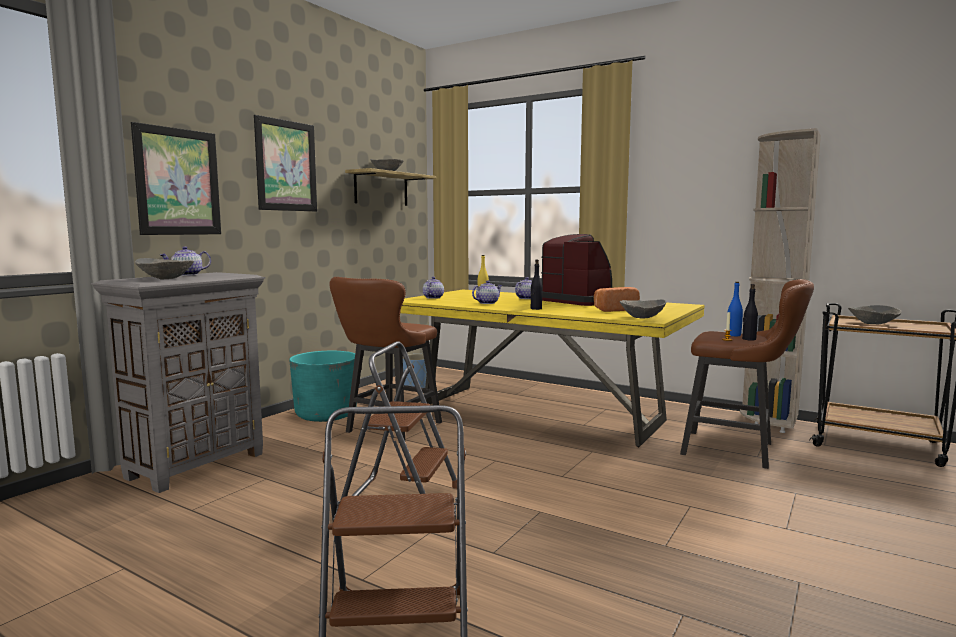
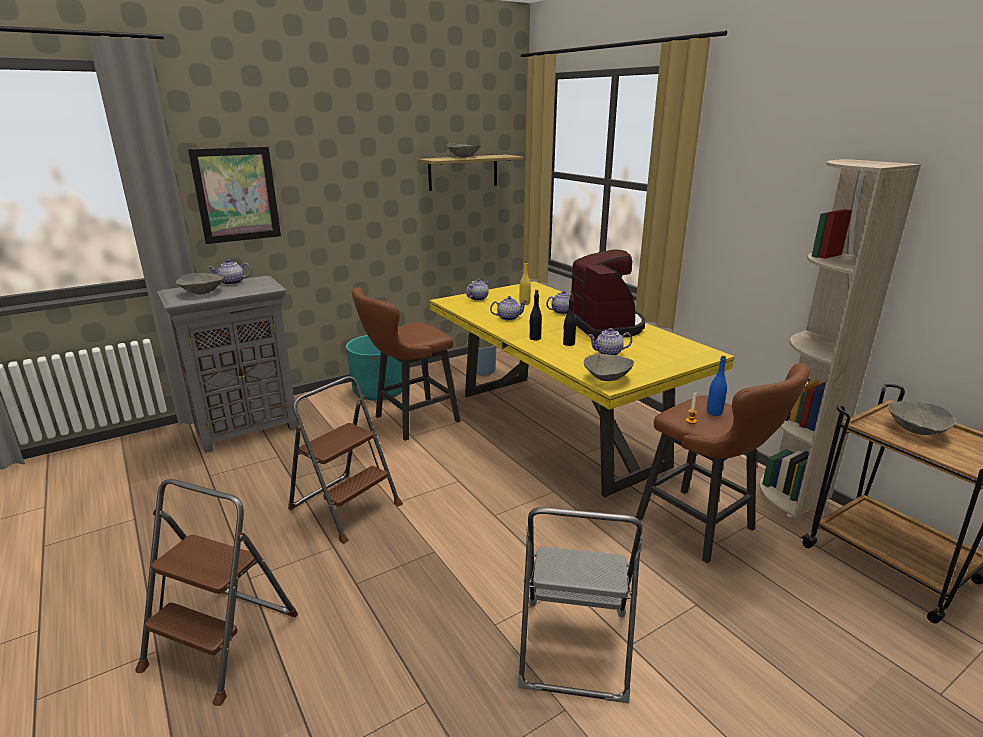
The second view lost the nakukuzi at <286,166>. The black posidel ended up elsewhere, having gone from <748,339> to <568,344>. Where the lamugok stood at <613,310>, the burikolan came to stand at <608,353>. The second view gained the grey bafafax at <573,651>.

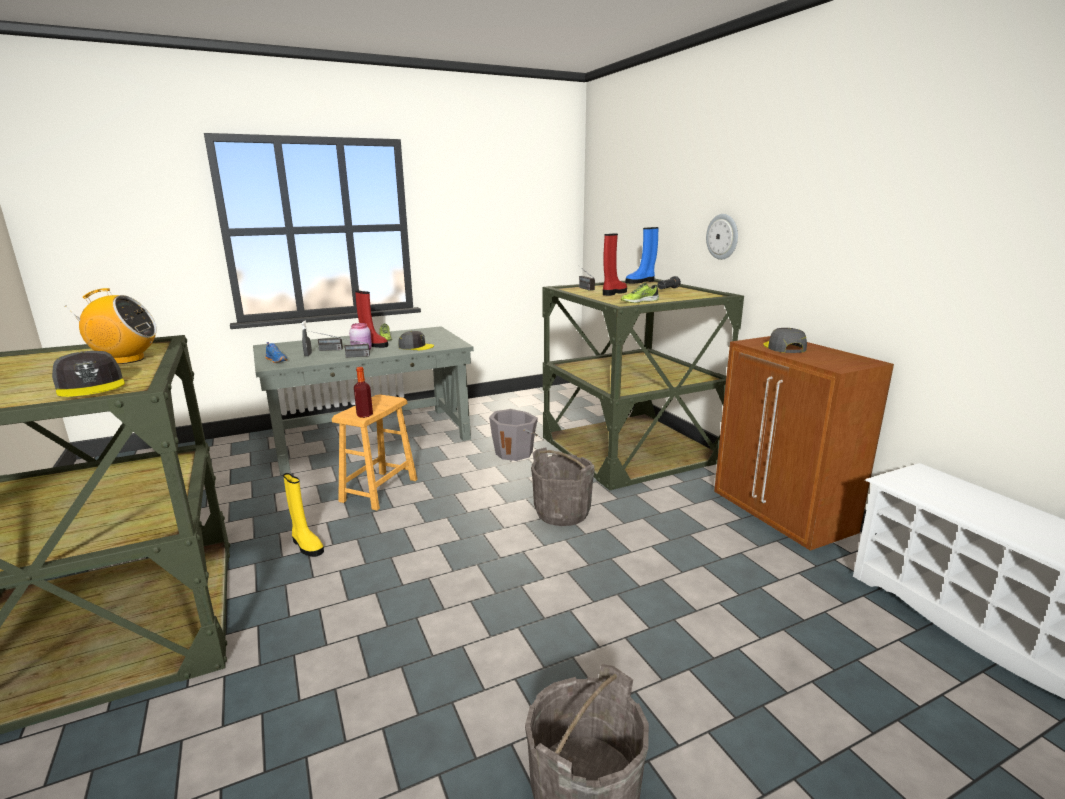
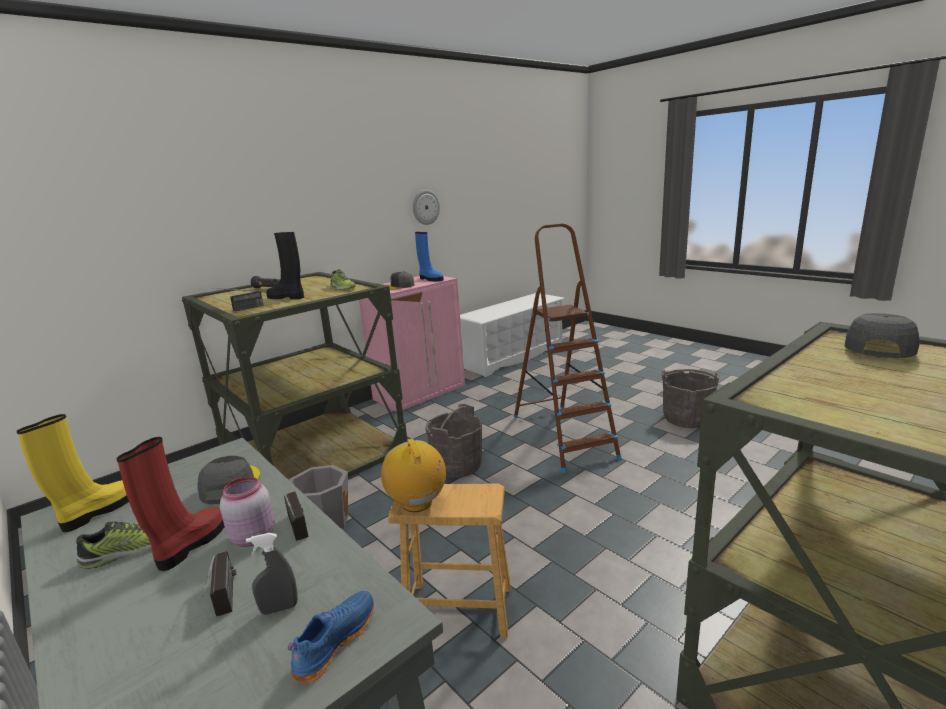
The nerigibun ended up elsewhere, having gone from <722,236> to <425,207>. The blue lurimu ended up elsewhere, having gone from <640,282> to <430,279>. What was the red lurimu at <614,293> turned into the black lurimu at <287,297>. The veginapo ended up elsewhere, having gone from <126,360> to <417,503>. What was the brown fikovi at <782,511> turned into the pink fikovi at <420,392>. The second view lost the posidel at <365,415>. The yellow lurimu ended up elsewhere, having gone from <306,545> to <98,512>. The second view gained the brown bafafax at <563,436>.

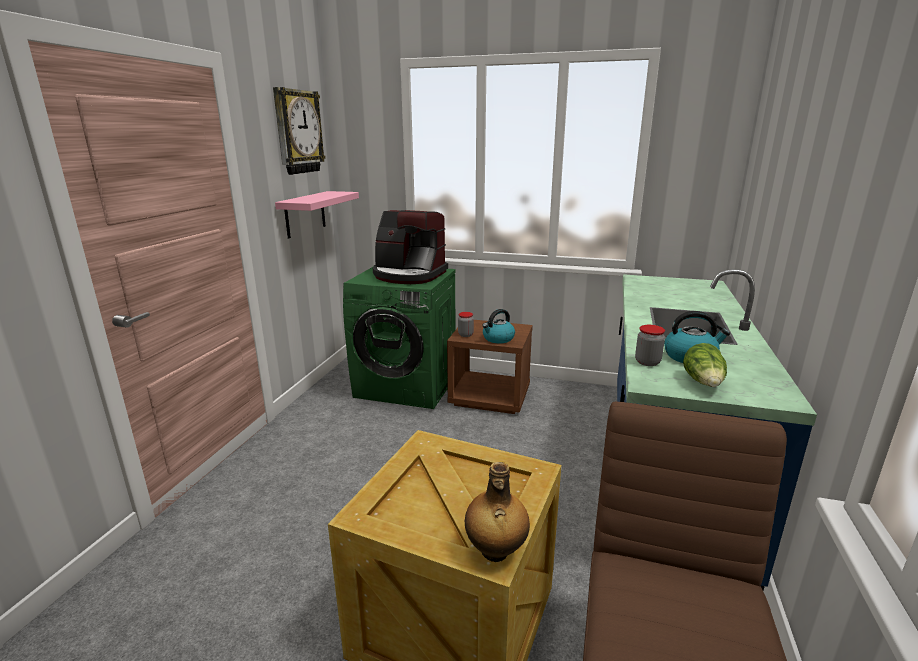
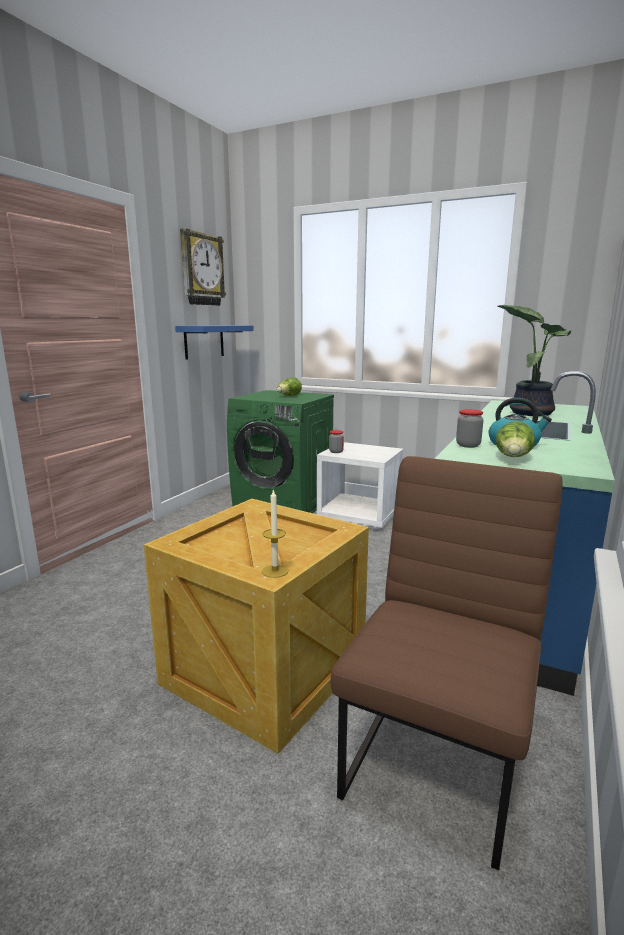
What was the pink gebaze at <305,214> turned into the blue gebaze at <204,341>. Where the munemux stood at <409,275>, the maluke came to stand at <289,396>. The second view lost the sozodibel at <498,339>. What was the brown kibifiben at <490,397> turned into the white kibifiben at <359,516>. Where the posidel stood at <495,551>, the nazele came to stand at <275,571>. The second view gained the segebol at <530,412>.

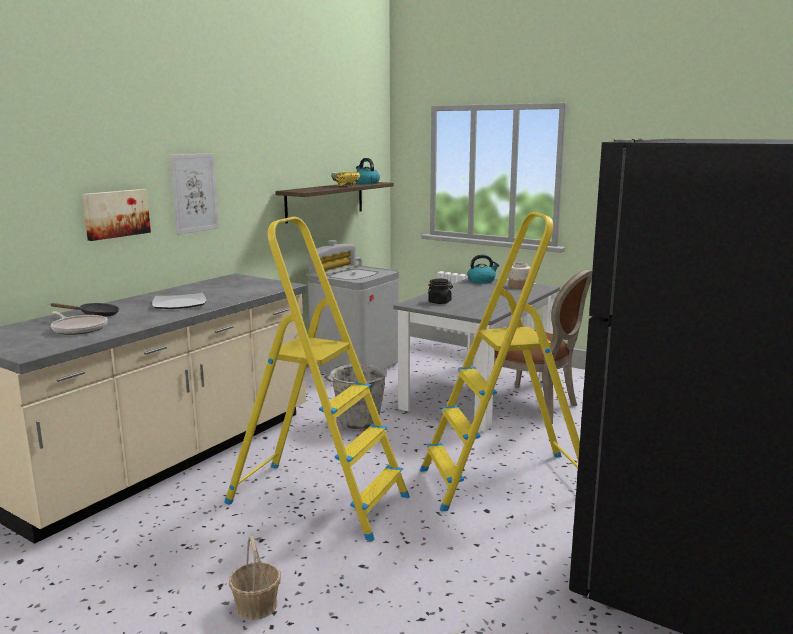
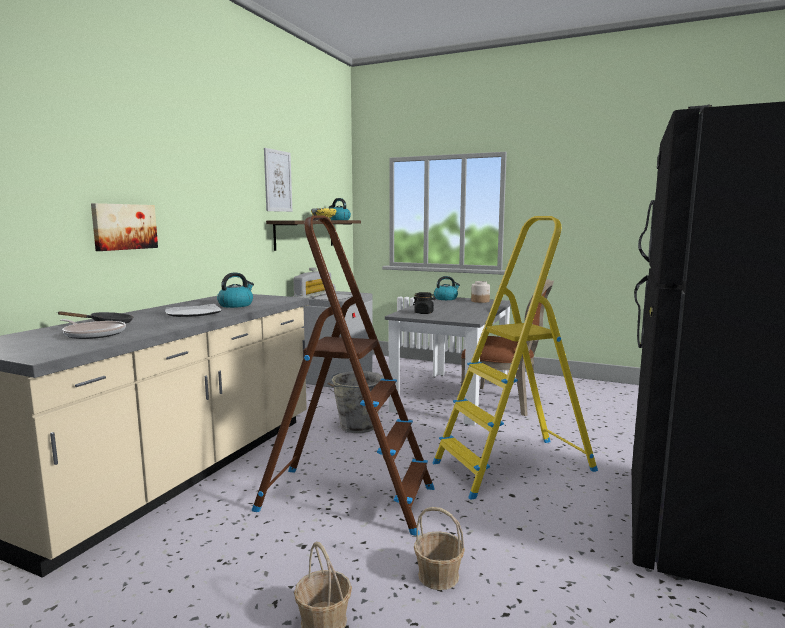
The nakukuzi ended up elsewhere, having gone from <194,193> to <277,181>. What was the yellow bafafax at <319,500> turned into the brown bafafax at <348,499>. The second view gained the sozodibel at <236,305>. The second view gained the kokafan at <438,576>.

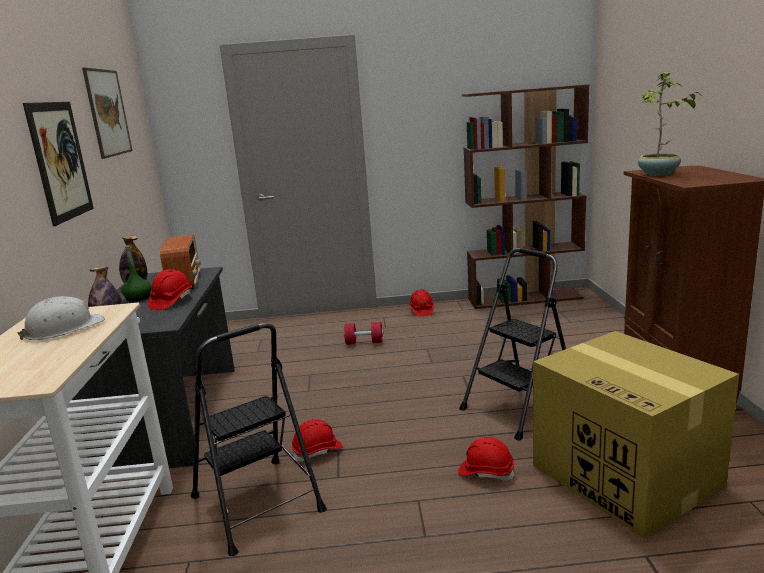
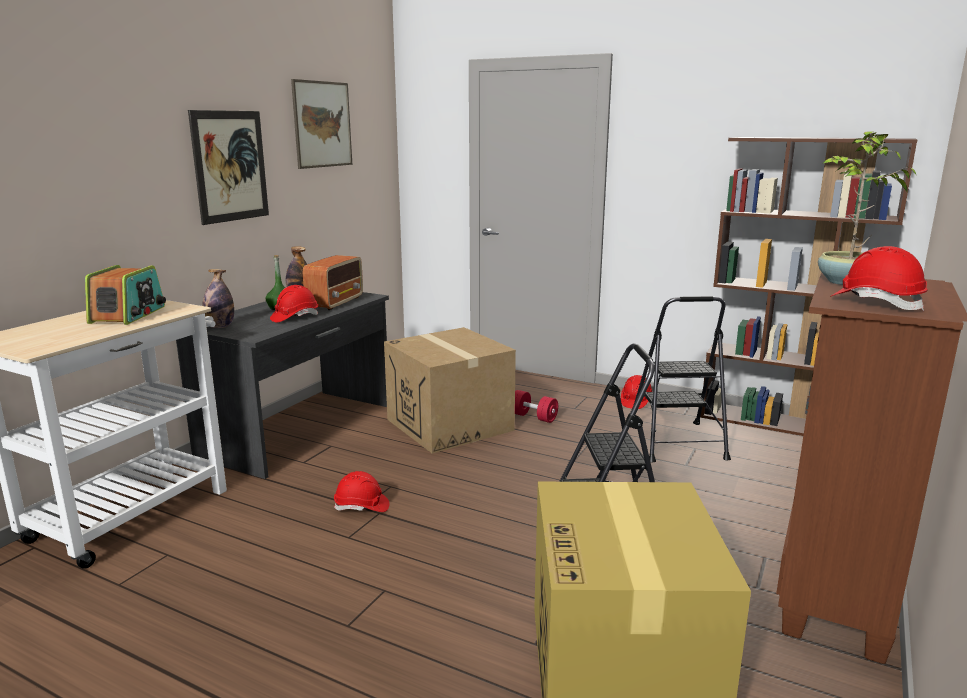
Where the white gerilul stood at <64,329>, the veginapo came to stand at <129,315>. The black bafafax ended up elsewhere, having gone from <258,504> to <676,442>. The red gerilul ended up elsewhere, having gone from <486,472> to <876,303>. The second view gained the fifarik at <450,425>.

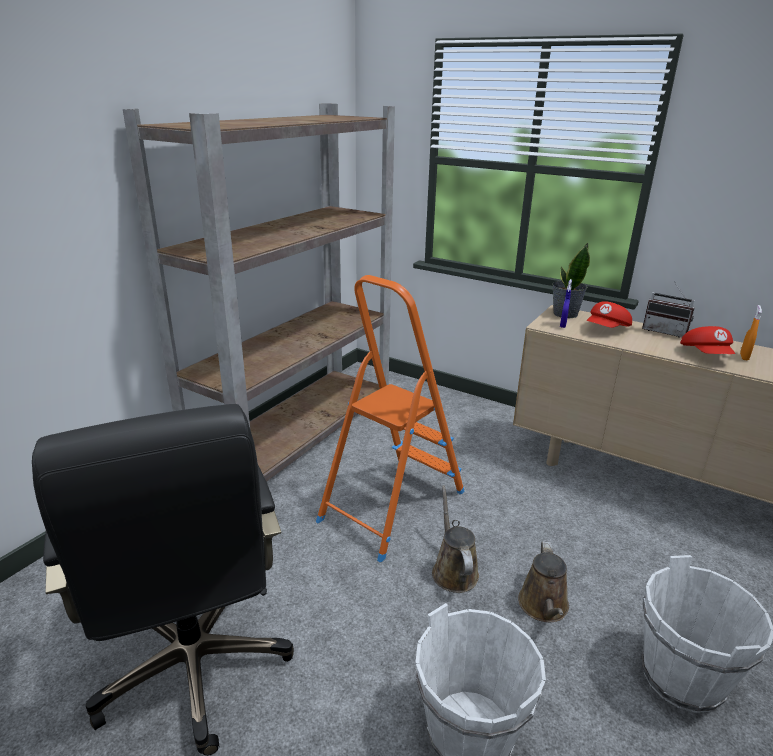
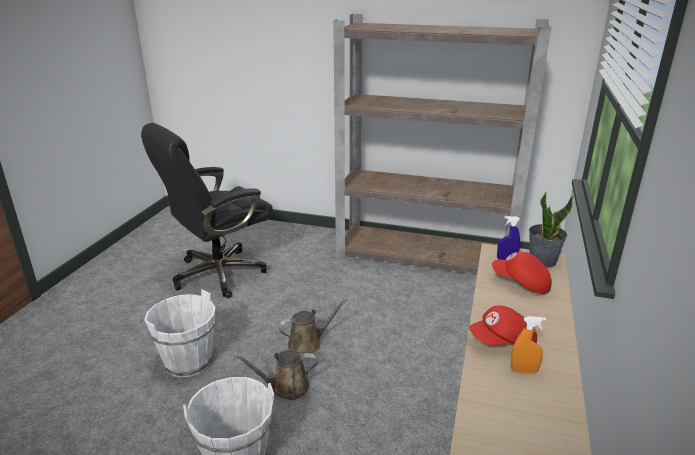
The second view lost the orange bafafax at <394,505>. The second view lost the veginapo at <665,331>.

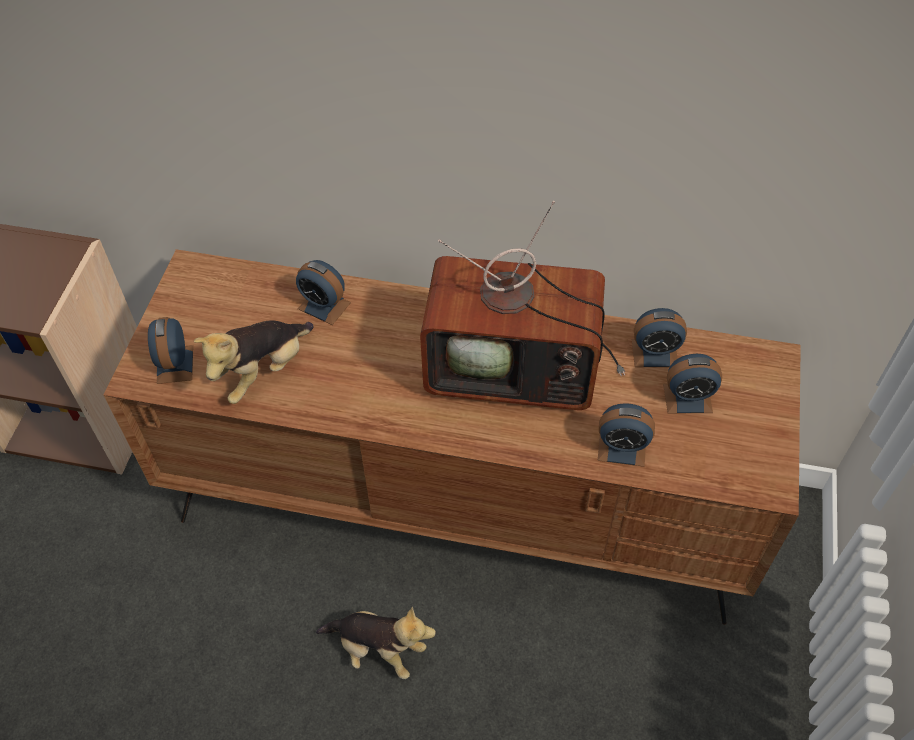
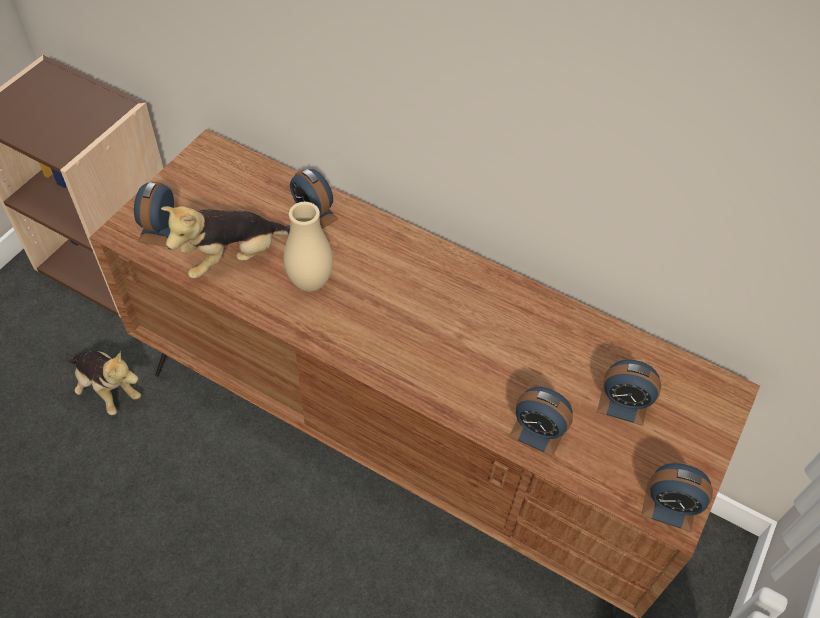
The second view lost the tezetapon at <517,367>. The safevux ended up elsewhere, having gone from <654,353> to <669,506>. The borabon ended up elsewhere, having gone from <378,650> to <107,389>. The second view gained the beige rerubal at <310,282>.

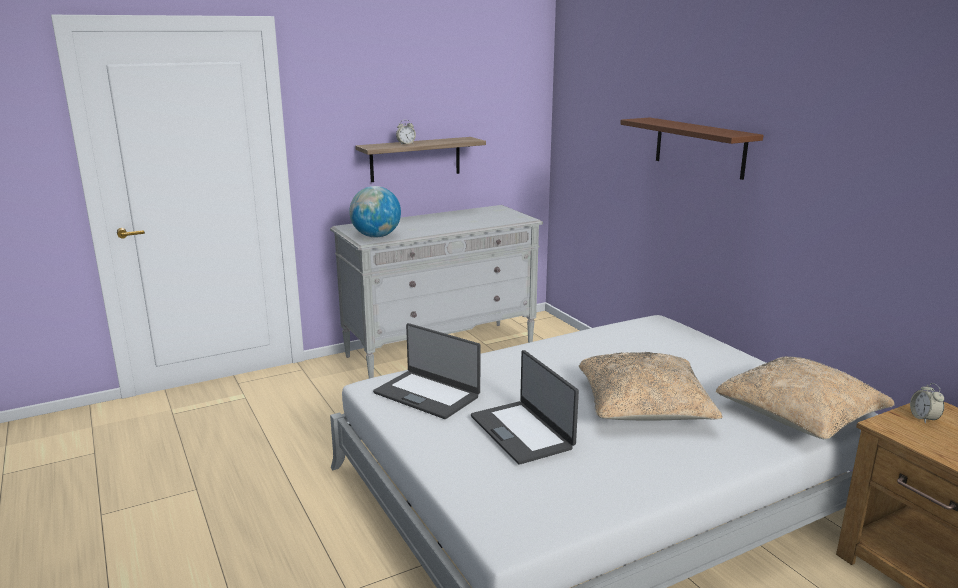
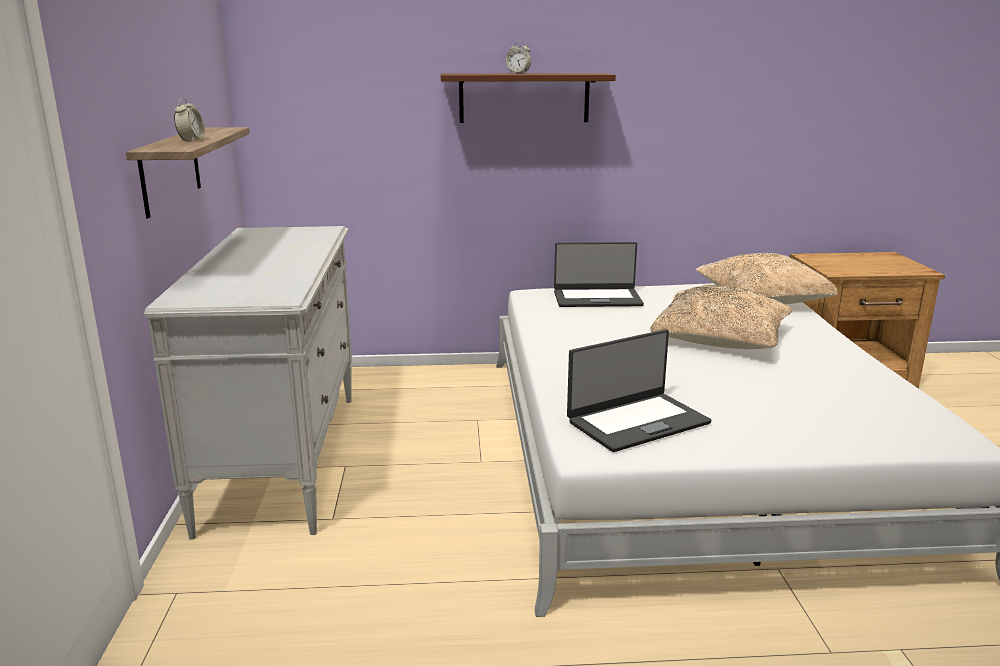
The second view lost the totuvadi at <376,236>. The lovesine ended up elsewhere, having gone from <522,432> to <597,298>. The safevux ended up elsewhere, having gone from <923,418> to <518,73>.

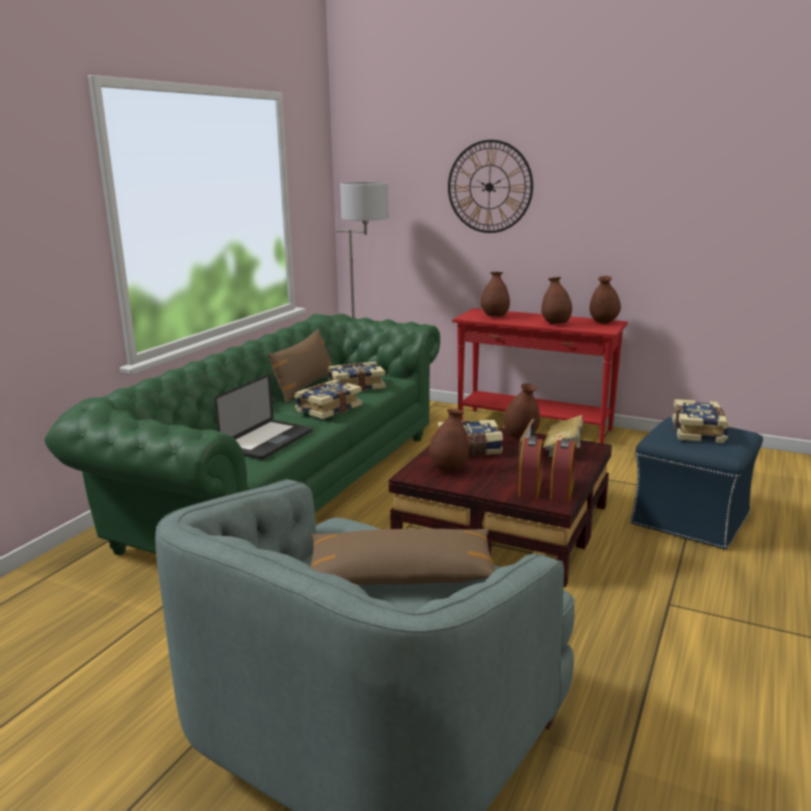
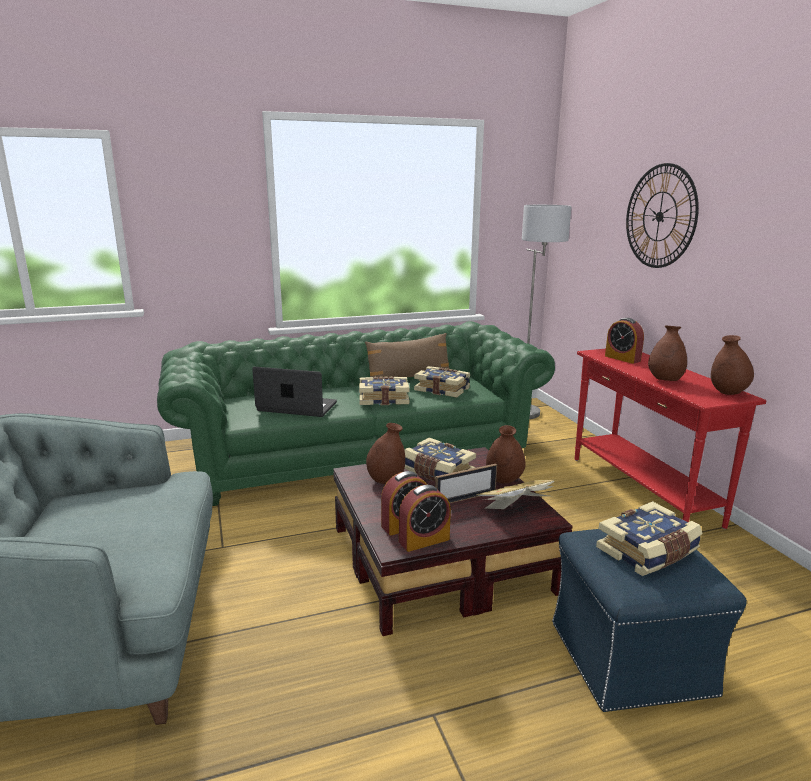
Where the brown rerubal stood at <495,317>, the safevux came to stand at <622,358>. The lovesine at <267,441> ended up facing another way, 150 degrees counterclockwise from before. The second view lost the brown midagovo at <401,575>.

